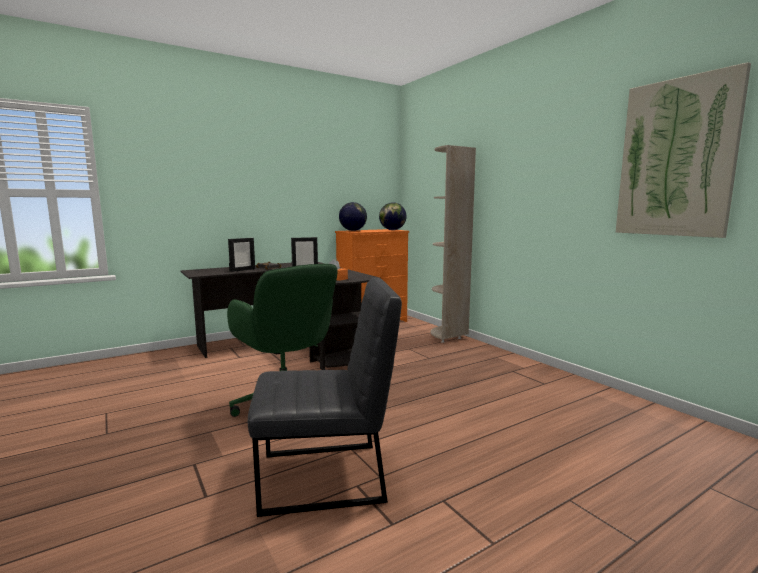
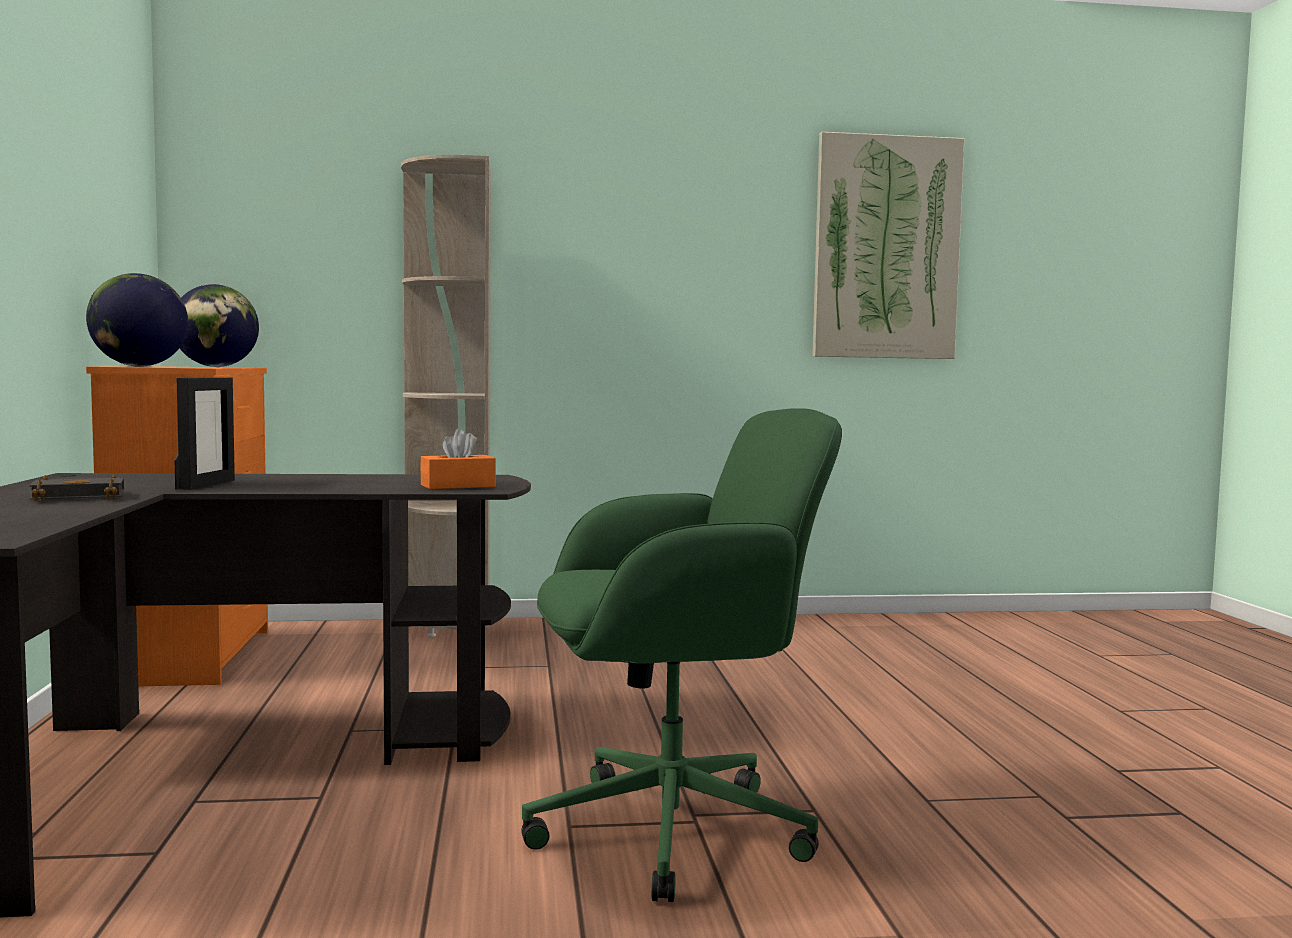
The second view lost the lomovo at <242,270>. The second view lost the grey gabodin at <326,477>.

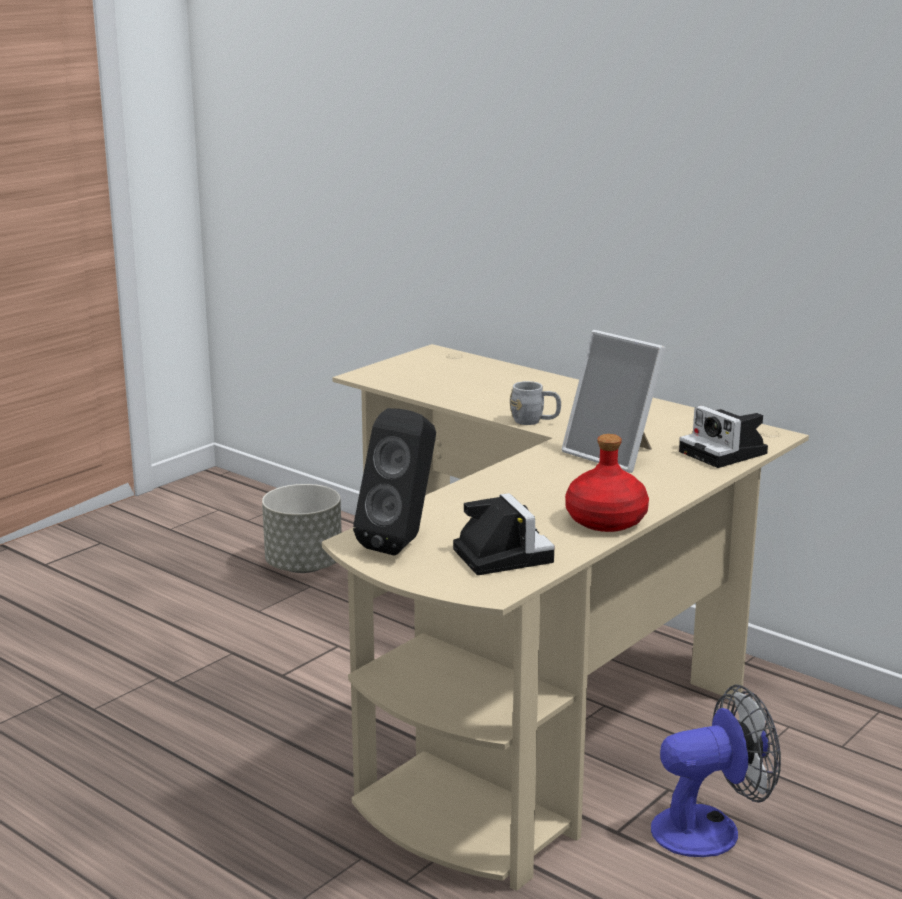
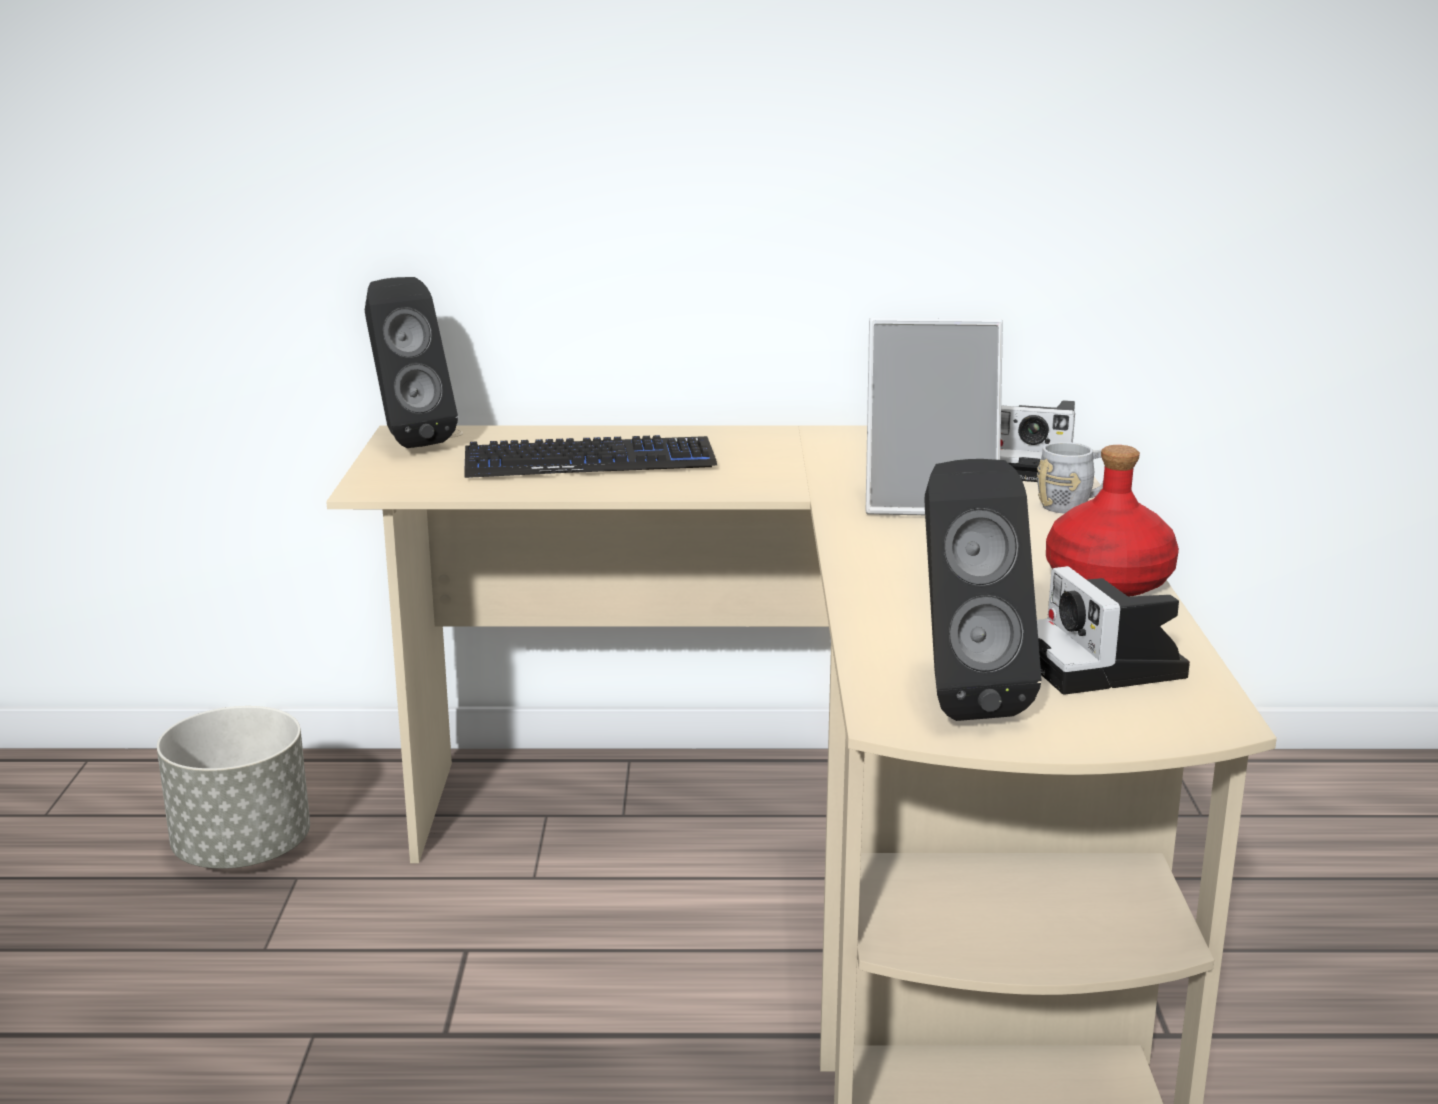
The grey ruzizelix ended up elsewhere, having gone from <534,421> to <1074,505>. The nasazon at <500,554> ended up facing another way, 135 degrees counterclockwise from before. The second view lost the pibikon at <709,828>. The second view gained the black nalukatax at <407,441>. The second view gained the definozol at <590,462>.

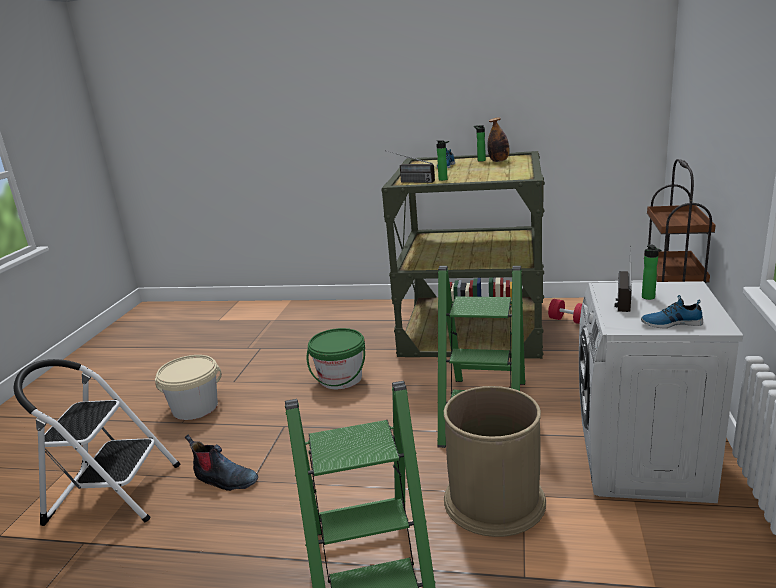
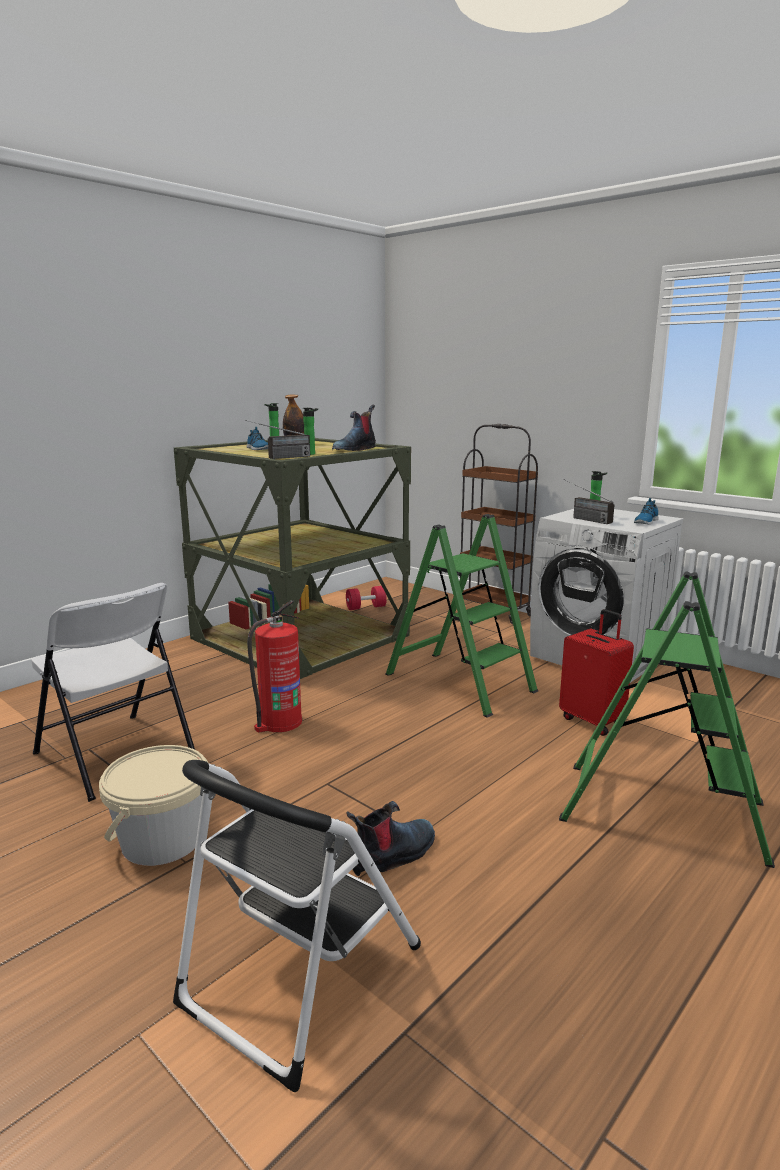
Where the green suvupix stood at <340,379>, the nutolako came to stand at <279,722>. Where the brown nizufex stood at <494,500>, the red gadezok came to stand at <593,721>. The second view gained the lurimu at <354,449>. The second view gained the white gabodin at <114,755>.

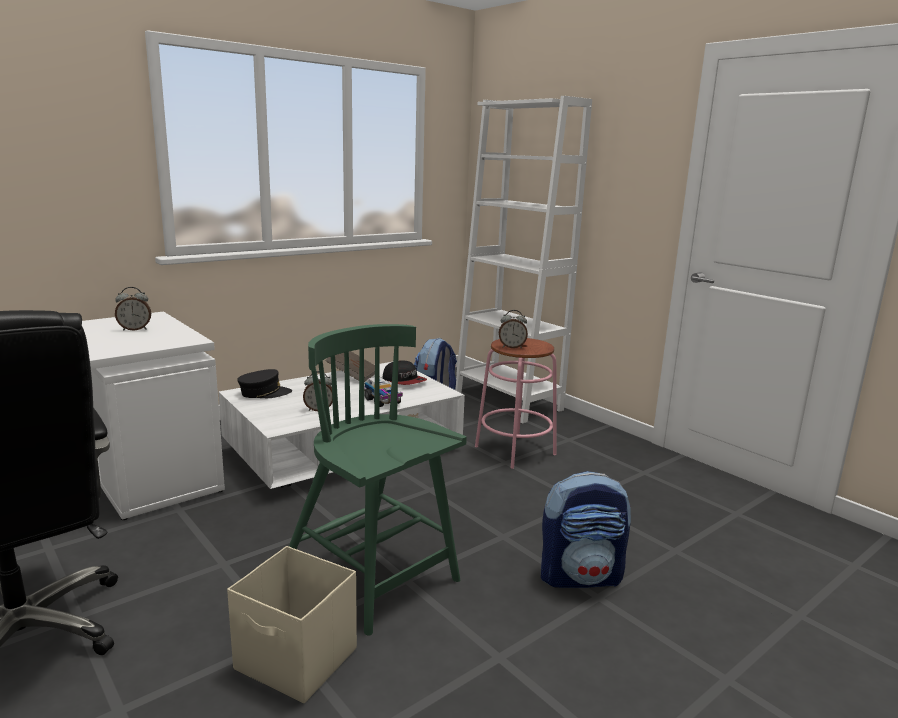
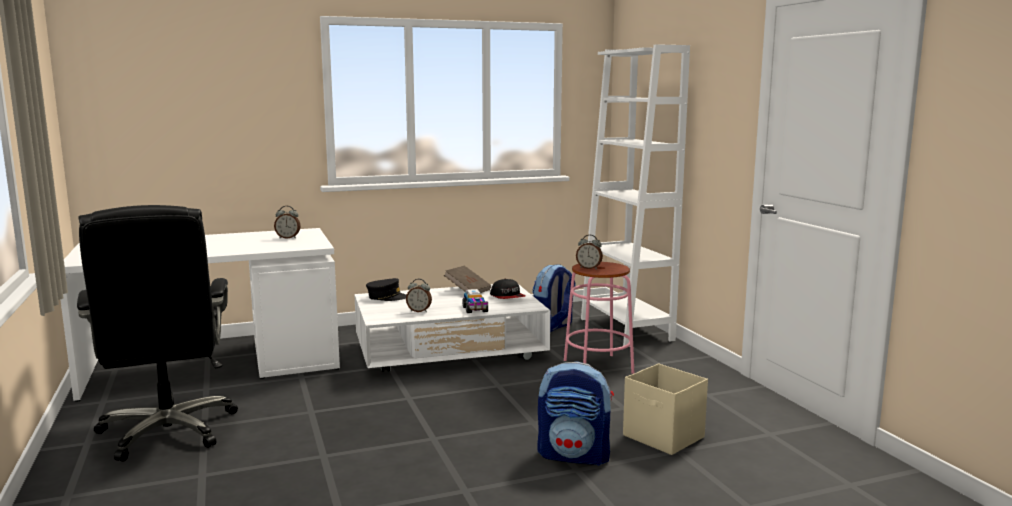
The second view lost the green gabodin at <373,575>. The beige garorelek ended up elsewhere, having gone from <297,660> to <664,437>.

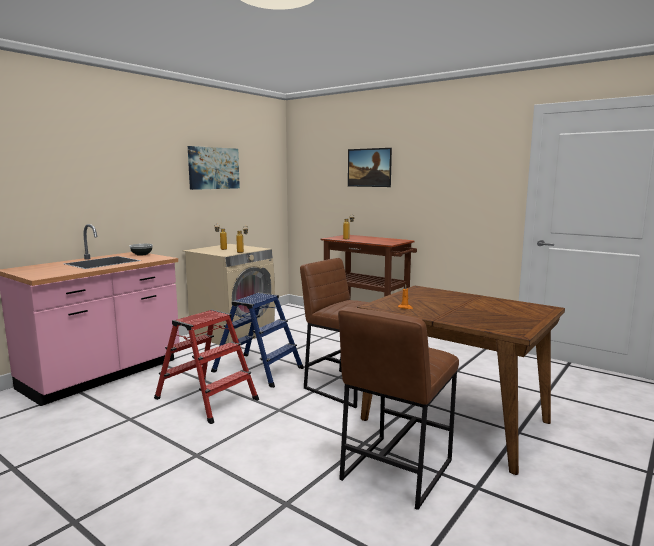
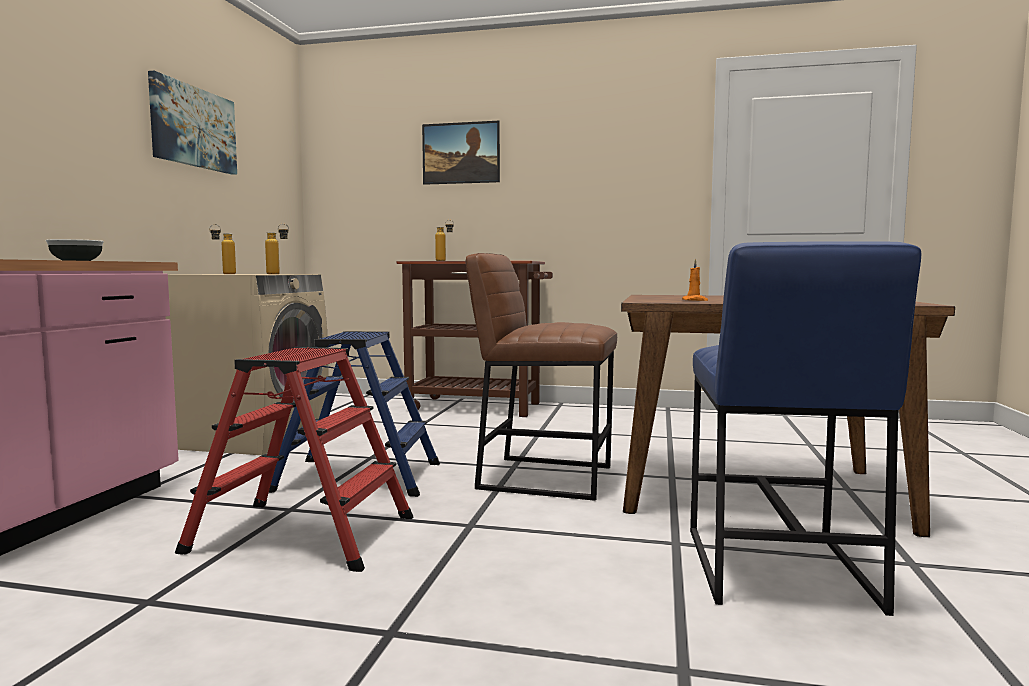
What was the brown gabodin at <396,470> turned into the blue gabodin at <778,569>.

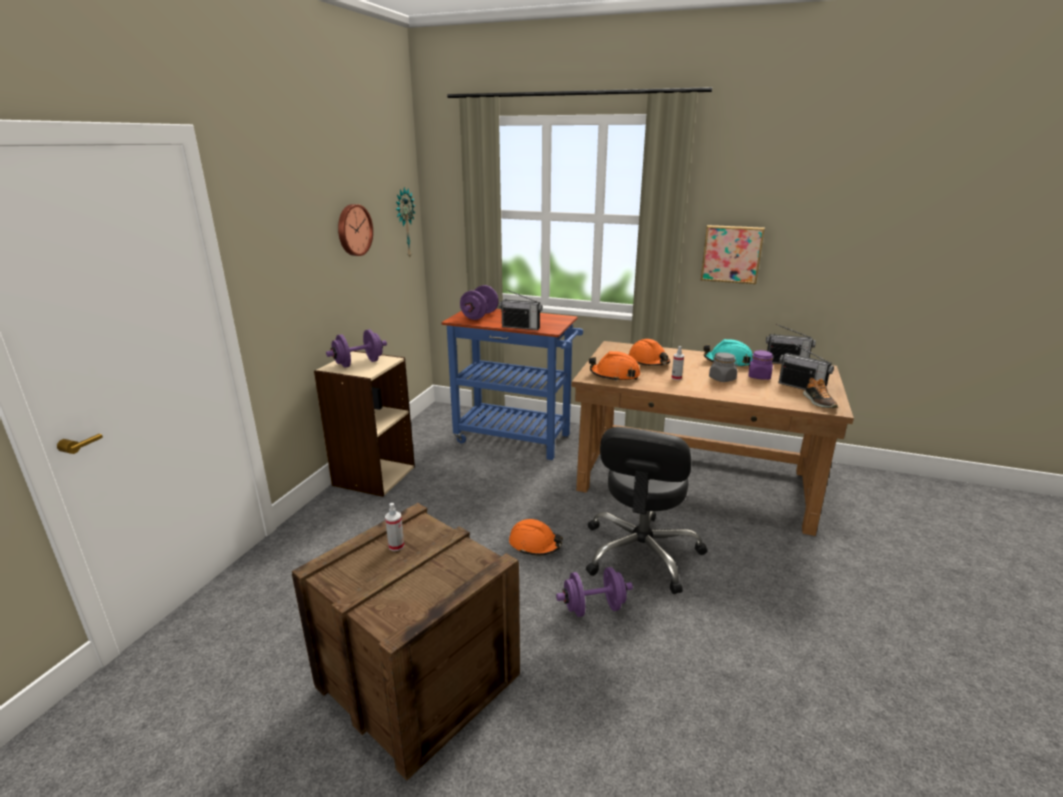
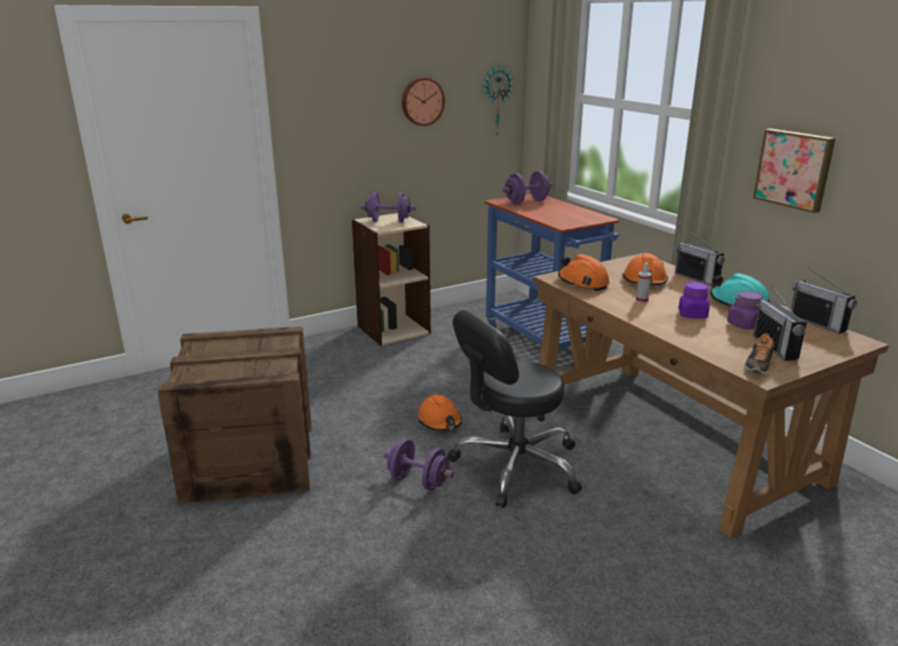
The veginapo ended up elsewhere, having gone from <521,327> to <696,278>. What was the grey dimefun at <722,379> turned into the purple dimefun at <692,315>. The second view lost the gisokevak at <396,546>.

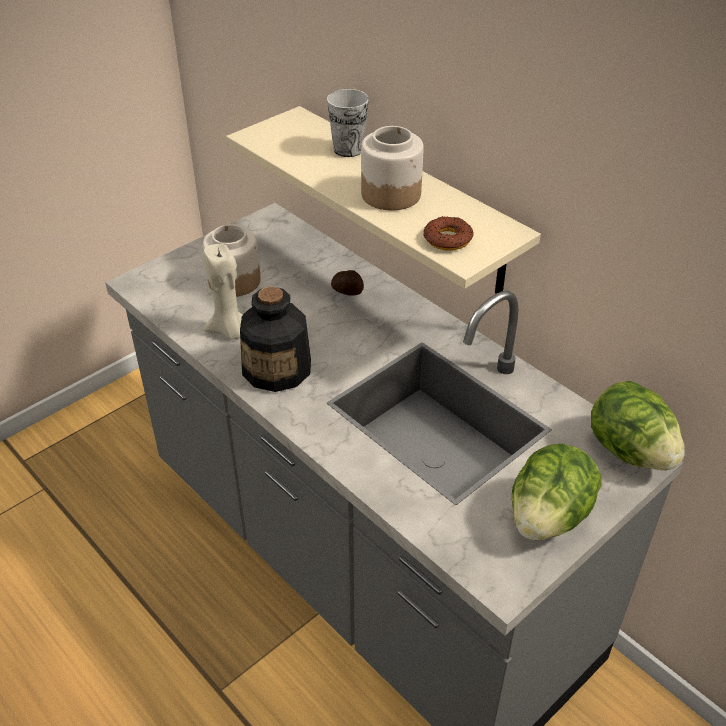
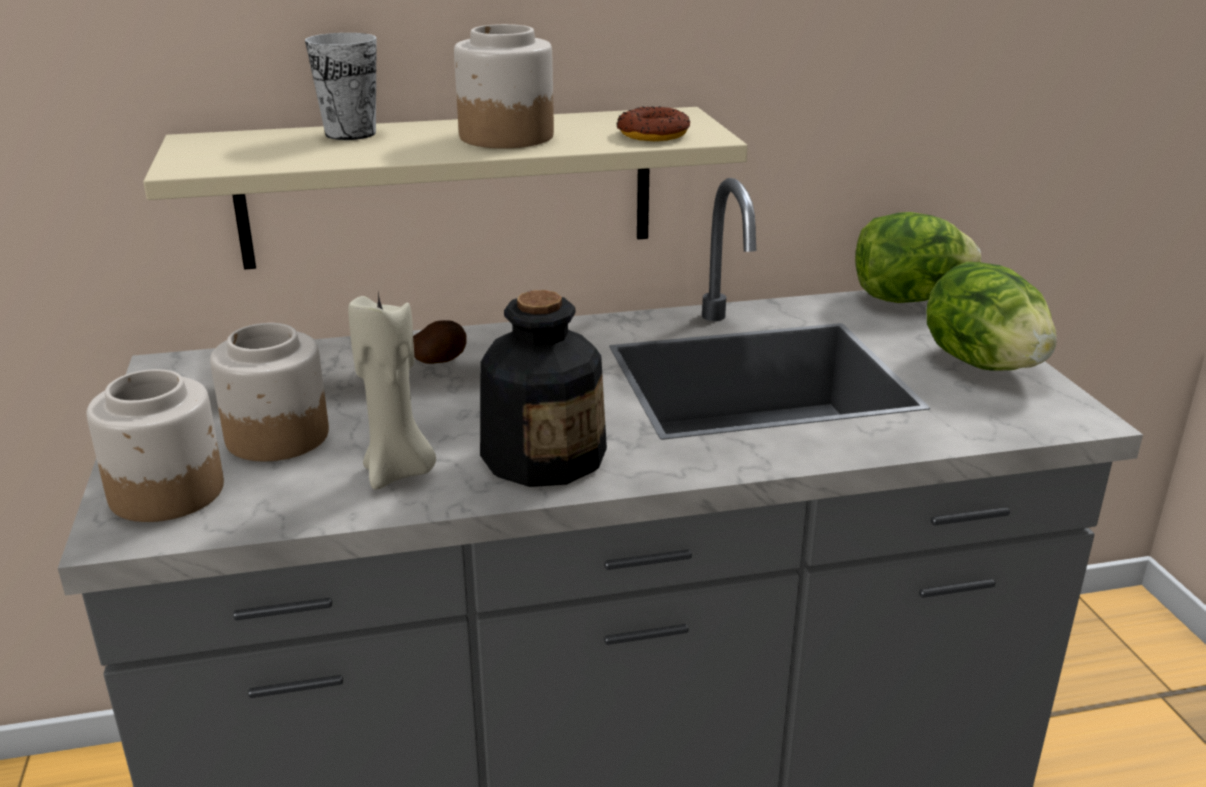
The second view gained the dimefun at <168,492>.

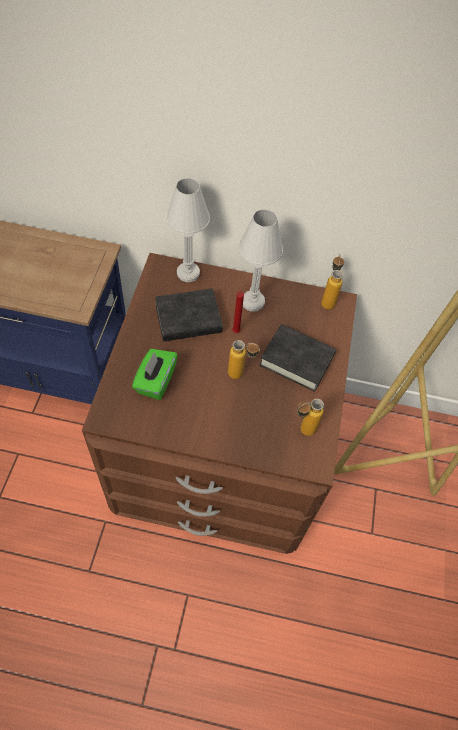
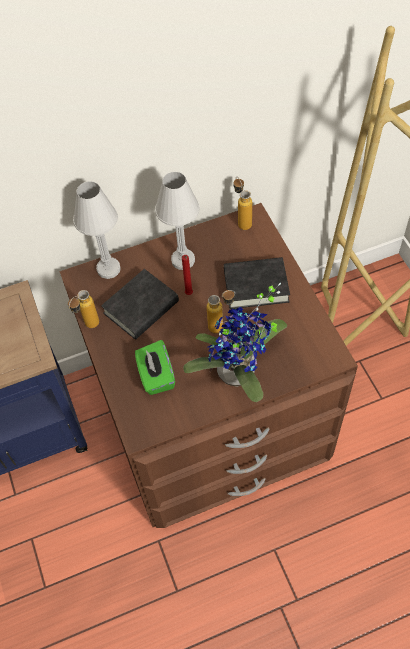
The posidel ended up elsewhere, having gone from <301,431> to <88,327>. The second view gained the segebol at <239,375>.

